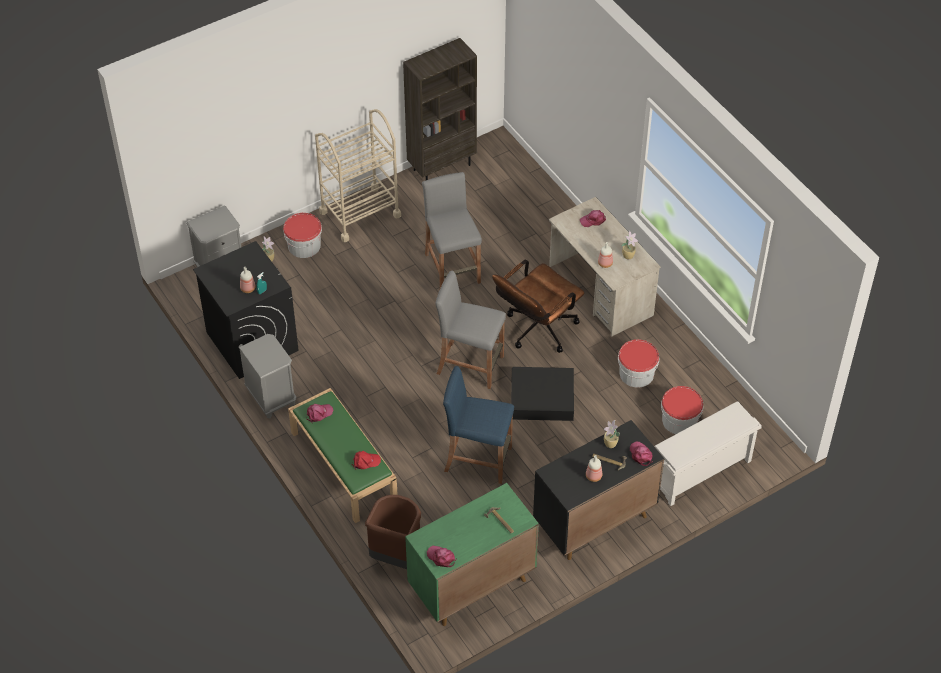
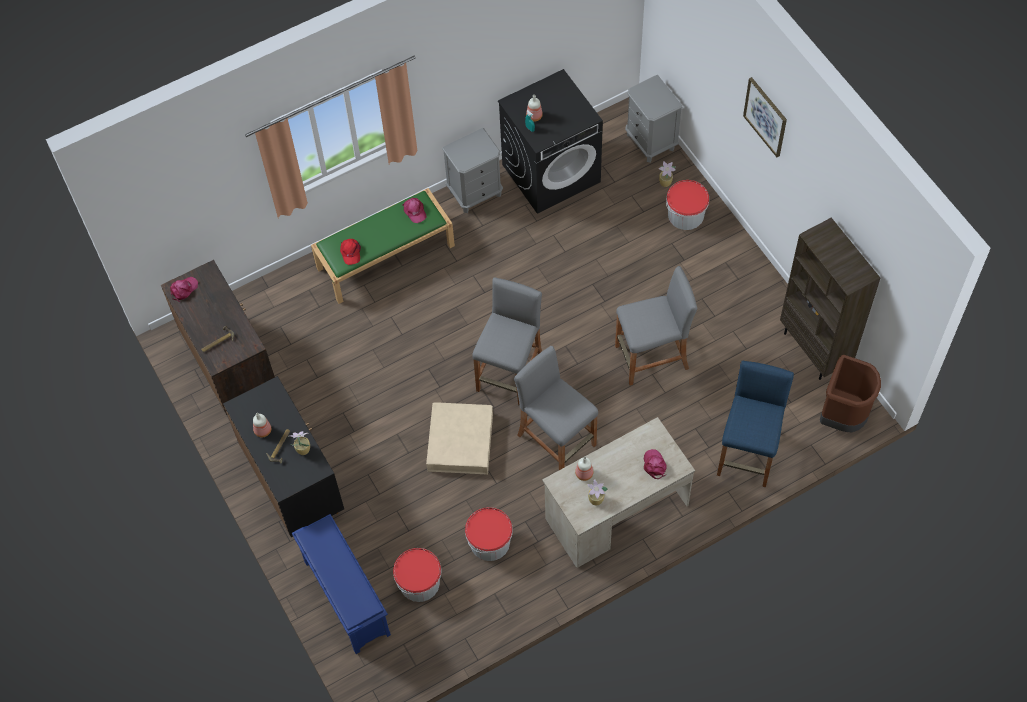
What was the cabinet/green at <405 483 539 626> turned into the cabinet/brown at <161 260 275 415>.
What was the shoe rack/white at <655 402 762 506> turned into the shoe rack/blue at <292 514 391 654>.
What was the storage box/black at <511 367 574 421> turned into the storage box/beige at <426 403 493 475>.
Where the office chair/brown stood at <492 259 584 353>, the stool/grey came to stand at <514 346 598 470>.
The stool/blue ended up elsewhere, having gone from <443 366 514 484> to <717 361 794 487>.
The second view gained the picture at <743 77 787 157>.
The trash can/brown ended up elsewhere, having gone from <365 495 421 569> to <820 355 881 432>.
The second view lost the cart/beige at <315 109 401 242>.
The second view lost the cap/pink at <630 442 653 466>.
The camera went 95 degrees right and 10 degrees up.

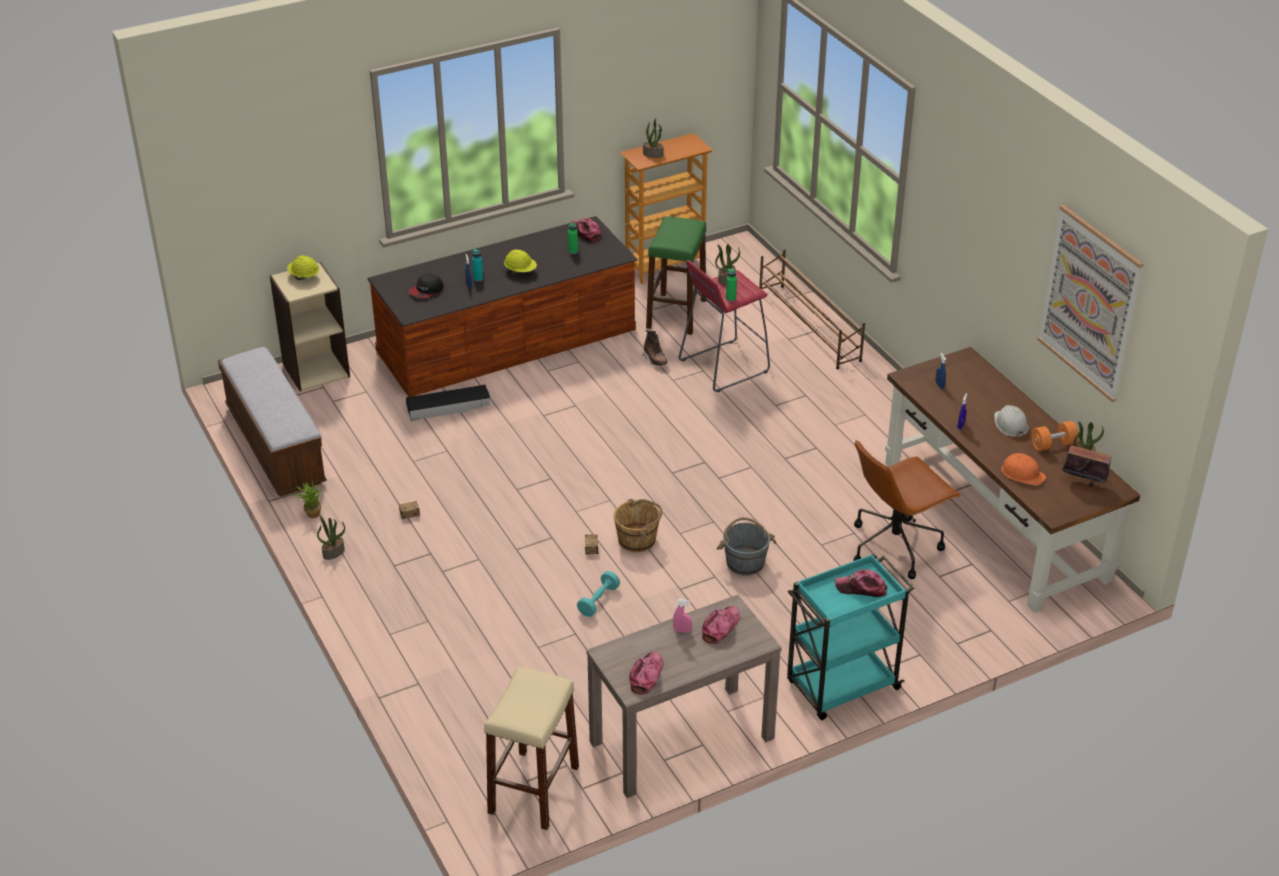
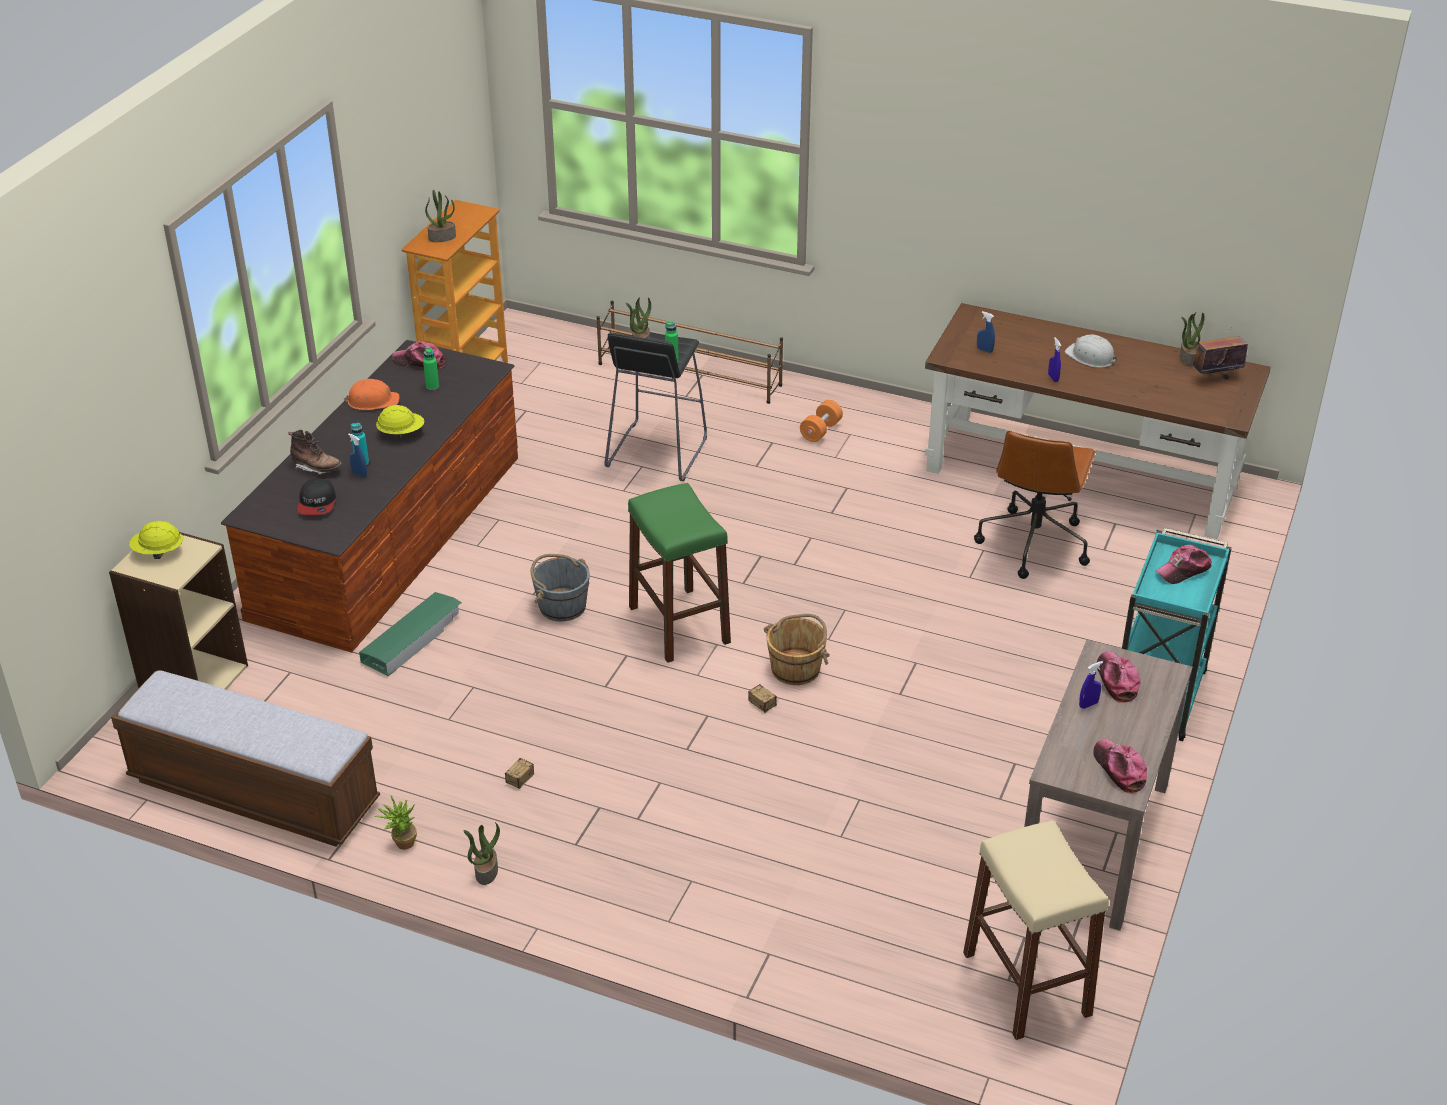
The boot/brown ended up elsewhere, having gone from <642 330 668 366> to <288 430 342 474>.
The hard hat/orange ended up elsewhere, having gone from <1000 453 1046 486> to <344 379 400 410>.
What was the storage box/black at <406 385 490 421> turned into the storage box/green at <359 592 462 676>.
The bucket/grey ended up elsewhere, having gone from <717 517 777 575> to <531 554 590 621>.
What was the stool/red at <679 260 770 392> turned into the stool/black at <604 332 707 481>.
The stool/green ended up elsewhere, having gone from <646 216 707 335> to <628 483 731 663>.
The dumbbell/orange ended up elsewhere, having gone from <1031 421 1079 451> to <800 400 843 442>.
What was the spray bottle/pink at <673 599 692 633> turned into the spray bottle/blue at <1079 661 1103 709>.
The second view lost the dumbbell/turquoise at <577 571 620 617>.
The second view lost the picture at <1038 205 1143 402>.
The camera went 40 degrees left and 0 degrees up.

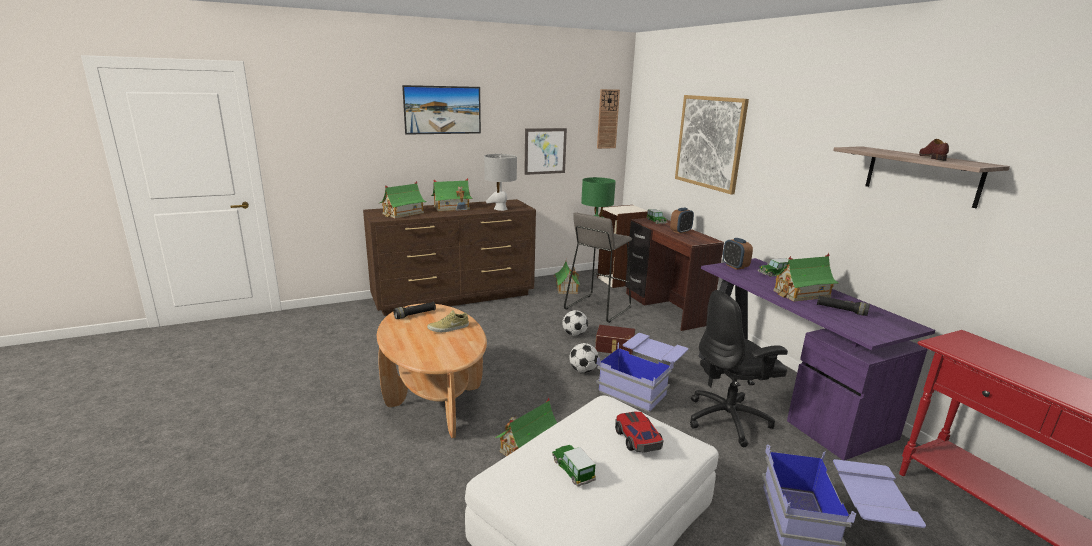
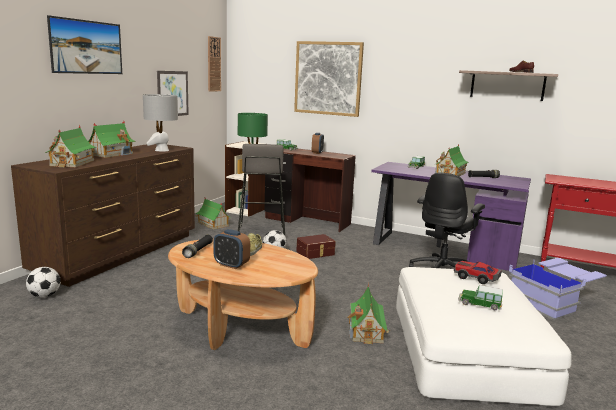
The football ended up elsewhere, having gone from <569 343 599 373> to <26 267 61 298>.
The alarm clock ended up elsewhere, having gone from <723 238 753 270> to <213 229 250 269>.
The second view lost the storage box/blue at <596 333 688 412>.
The camera went 40 degrees left and 5 degrees down.

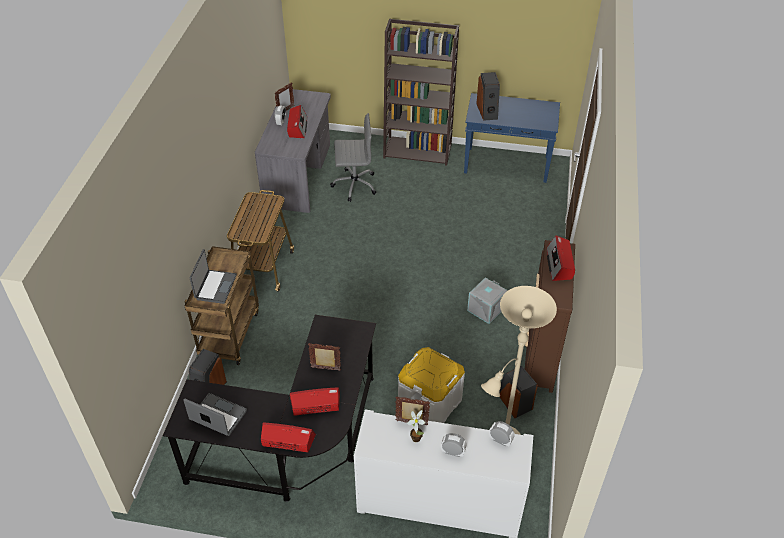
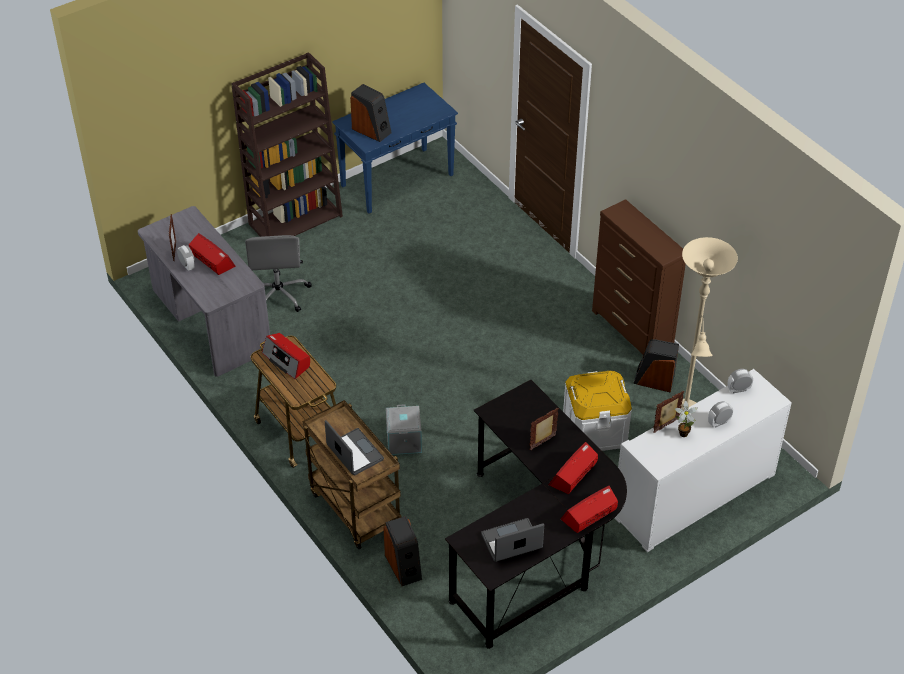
The office chair/grey at <330 113 376 202> ended up facing another way, 135 degrees clockwise from before.
The radio ended up elsewhere, having gone from <547 236 575 281> to <262 333 310 379>.
The storage box/grey ended up elsewhere, having gone from <467 278 507 324> to <386 404 422 455>.
The camera went 45 degrees left and 0 degrees up.

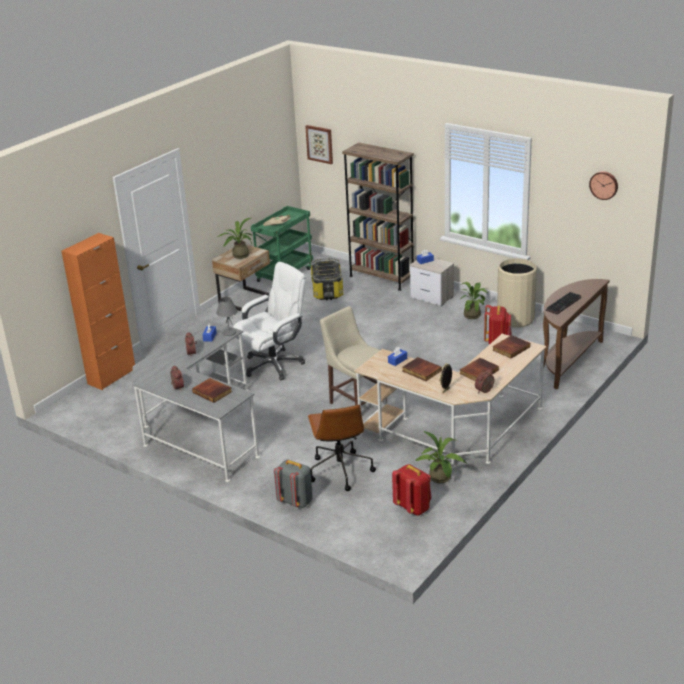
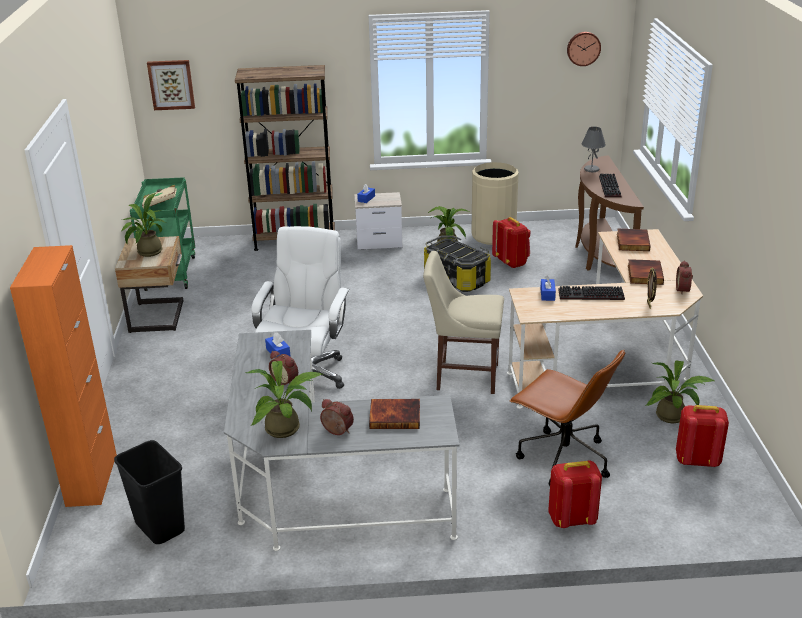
The second view gained the trash can/black at <114 440 185 544>.
The second view gained the potted plant at <246 361 322 438>.
The storage box ended up elsewhere, having gone from <311 258 343 300> to <424 236 491 292>.
What was the backpack/grey at <274 460 313 508> turned into the backpack/red at <548 460 602 528>.
Where the book stood at <402 357 442 381>, the keyboard came to stand at <559 286 625 300>.
The table lamp/grey ended up elsewhere, having gone from <216 297 238 336> to <581 127 606 172>.
The camera went 40 degrees left and 0 degrees up.

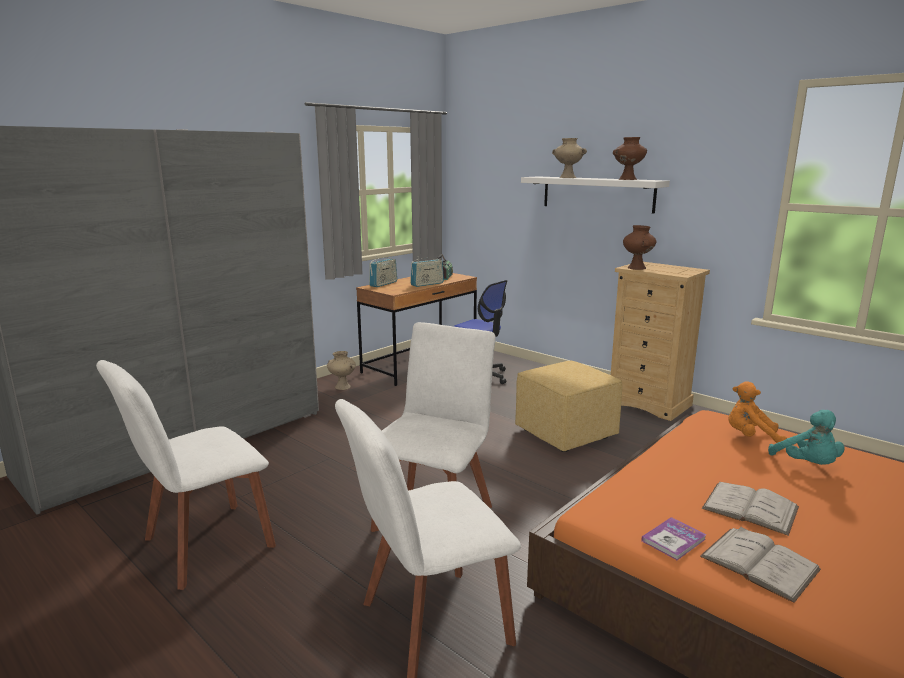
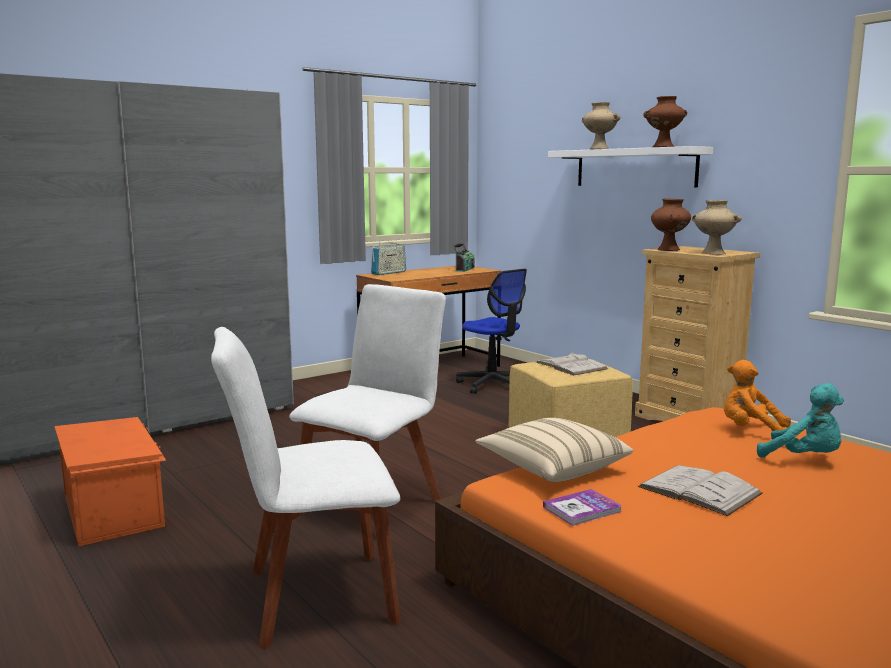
Where the chair/white stood at <96 360 276 590>, the storage box/orange came to stand at <54 417 166 546>.
The second view gained the pillow/beige at <475 418 633 482>.
The book/white ended up elsewhere, having gone from <700 527 821 603> to <535 352 608 375>.
The vase/beige ended up elsewhere, having gone from <327 351 356 390> to <692 200 742 255>.
The plush toy/turquoise at <768 410 845 465> ended up facing another way, 45 degrees counterclockwise from before.
The second view lost the radio at <410 256 444 287>.
The camera went 10 degrees right and 5 degrees down.

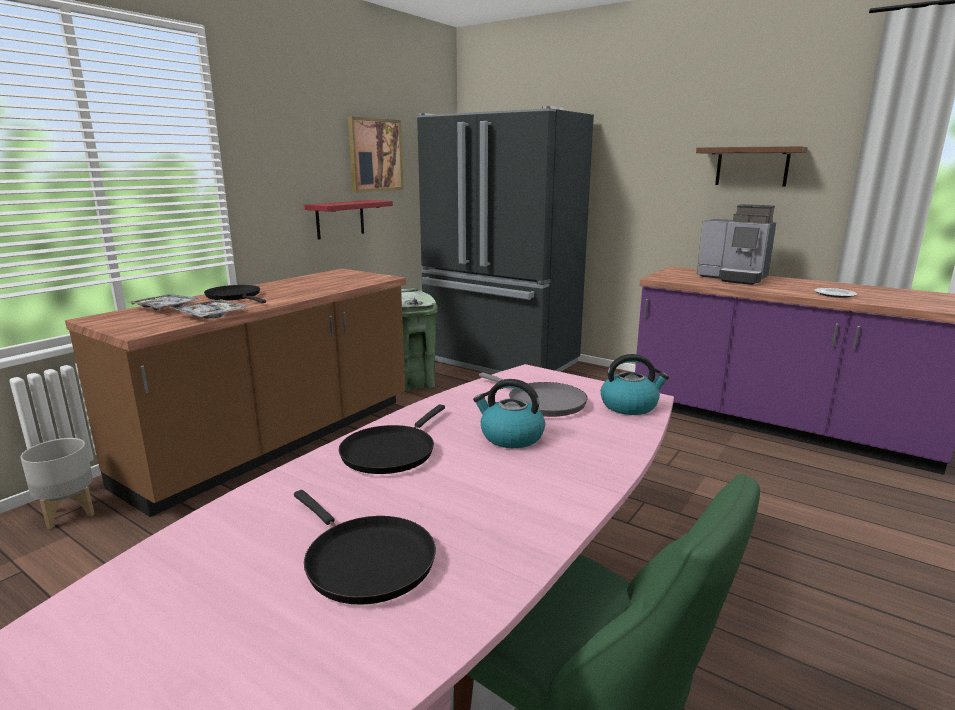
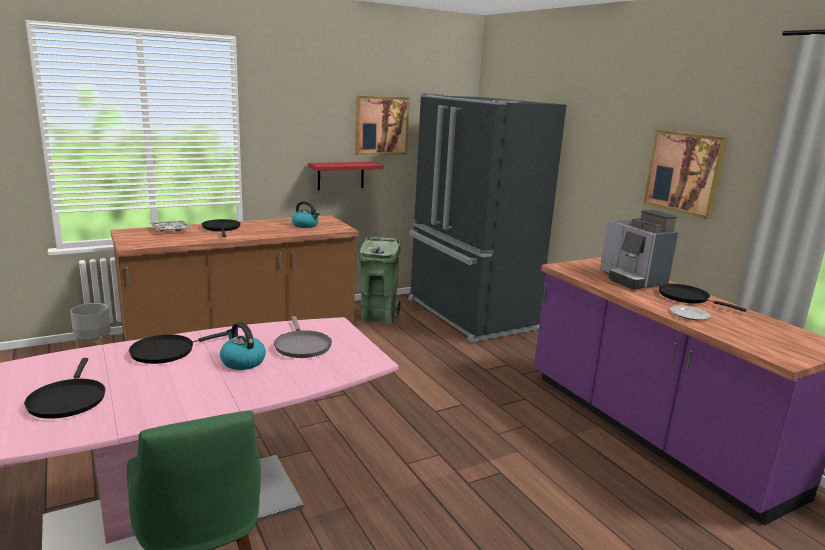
The kettle ended up elsewhere, having gone from <601 354 669 415> to <292 201 320 228>.
Where the shelf/brown hung at <696 146 808 187>, the picture came to hang at <643 129 728 220>.
The second view gained the frying pan/black at <659 284 747 312>.
The second view lost the tray at <172 299 249 319>.
The camera went 25 degrees right and 0 degrees up.

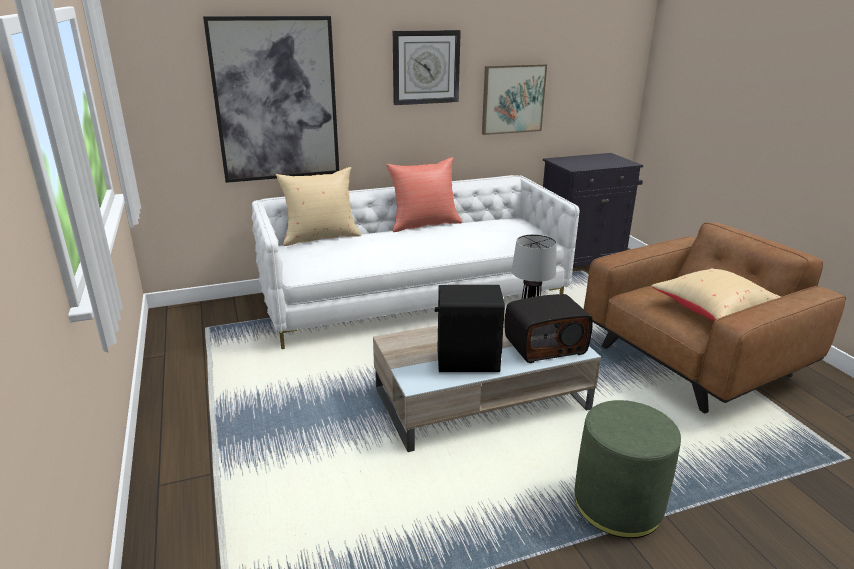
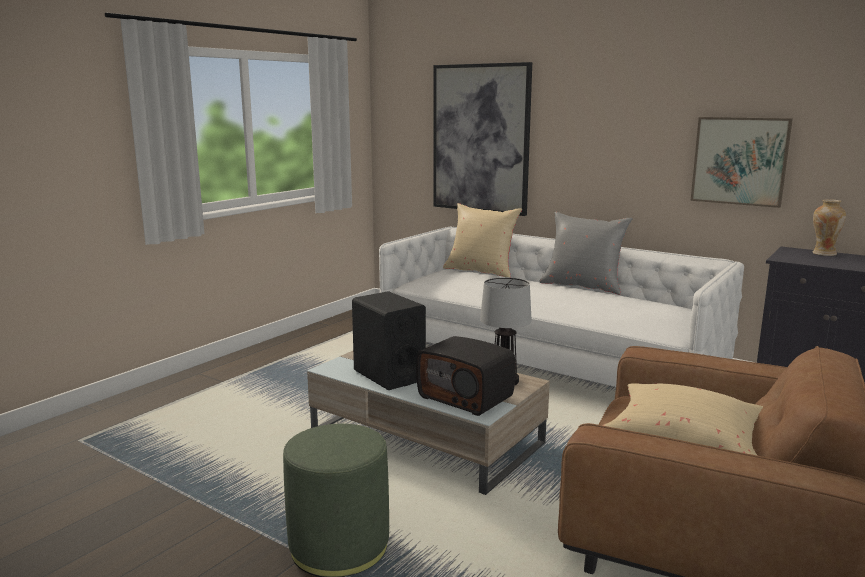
What was the pillow/red at <386 157 462 232> turned into the pillow/grey at <539 212 633 295>.
The second view gained the vase at <813 199 846 256>.
The second view lost the wall clock at <393 30 461 105>.
The camera went 55 degrees right and 10 degrees down.

